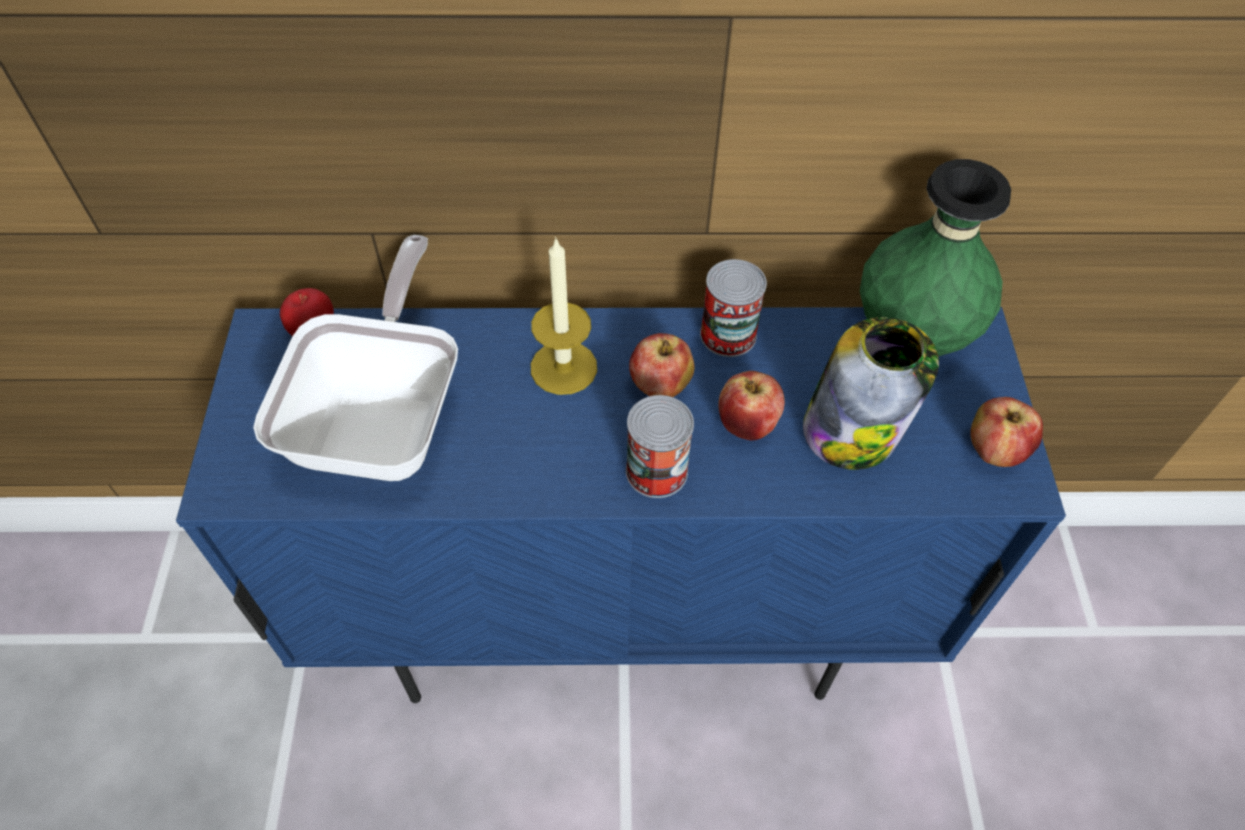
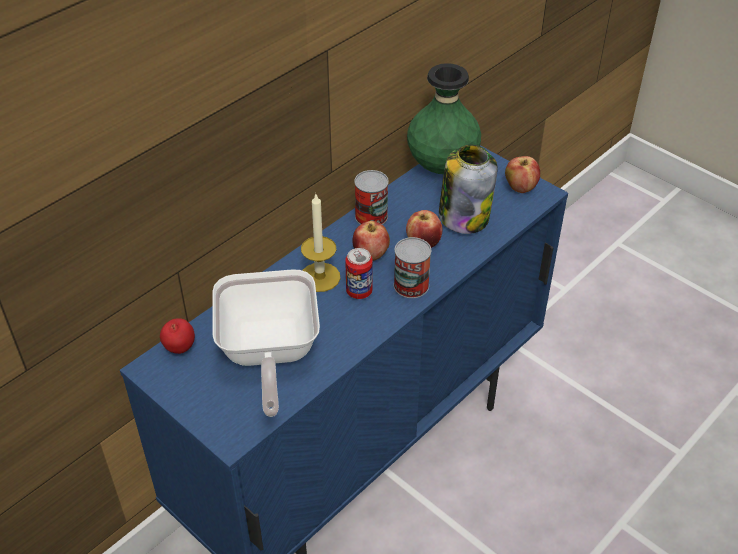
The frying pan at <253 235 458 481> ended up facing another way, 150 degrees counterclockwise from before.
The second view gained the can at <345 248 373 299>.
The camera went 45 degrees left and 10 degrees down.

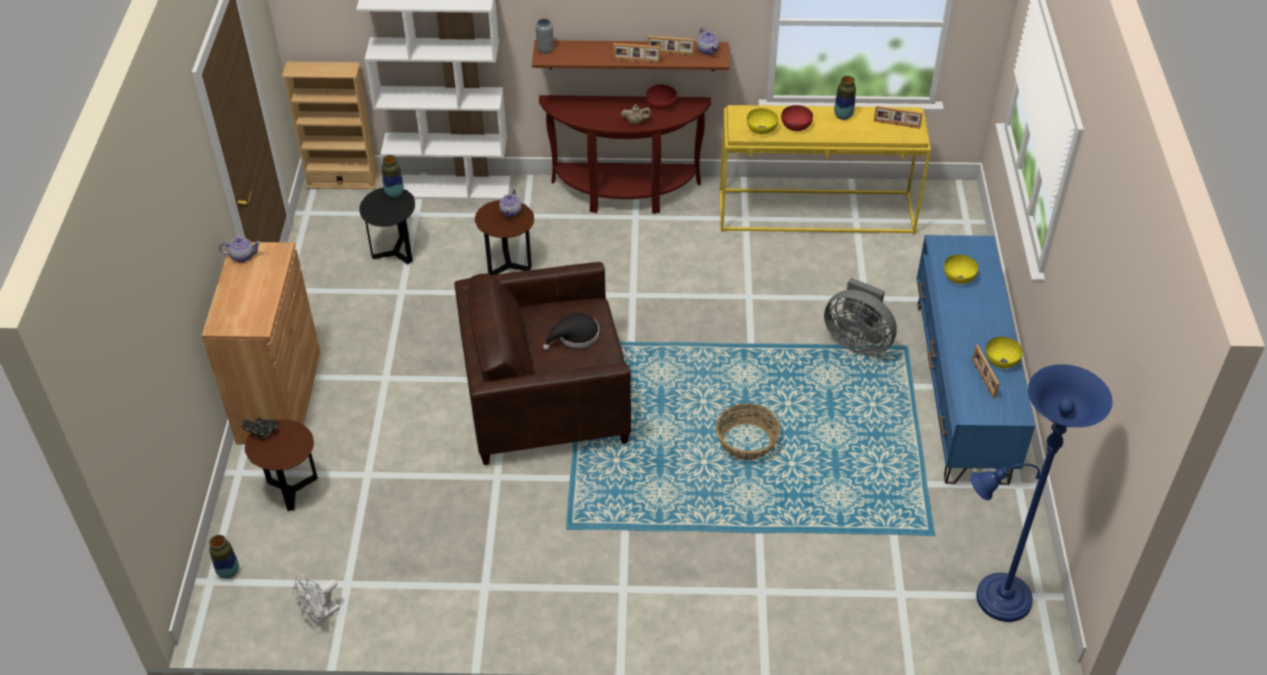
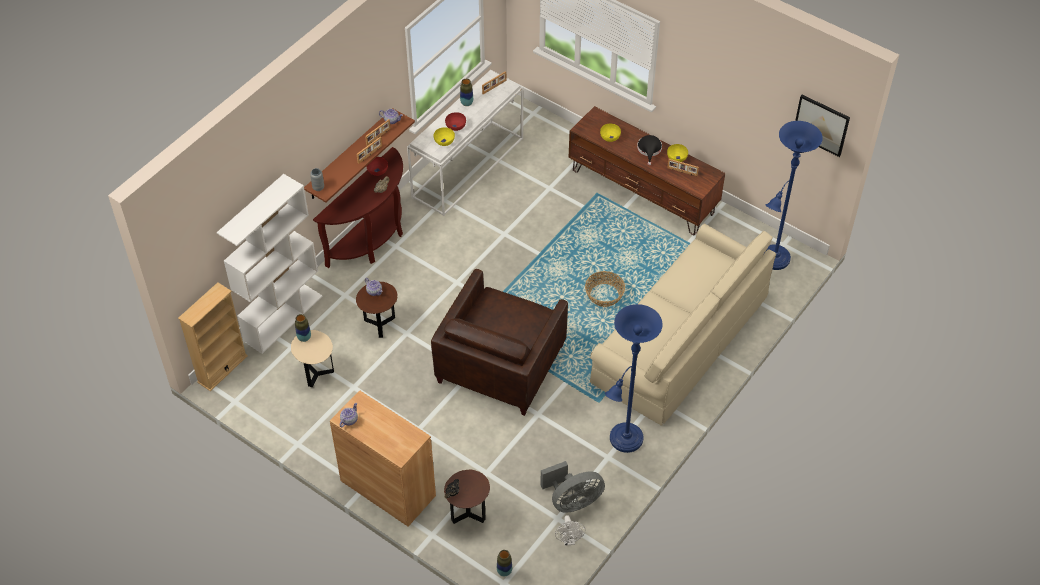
What was the side table/black at <359 187 415 264> turned into the side table/beige at <291 330 334 387>.
What was the console table/yellow at <720 105 931 234> turned into the console table/white at <407 70 523 216>.
The fan/grey ended up elsewhere, having gone from <824 278 897 355> to <540 461 605 513>.
What was the tv stand/blue at <917 235 1035 485> turned into the tv stand/brown at <569 106 725 235>.
The second view gained the sofa/beige at <590 223 776 426>.
The second view gained the floor lamp/blue at <605 304 663 453>.
The hat/black ended up elsewhere, having gone from <543 313 599 350> to <637 135 662 165>.
The second view gained the picture at <795 95 850 157>.
The camera went 55 degrees left and 5 degrees up.

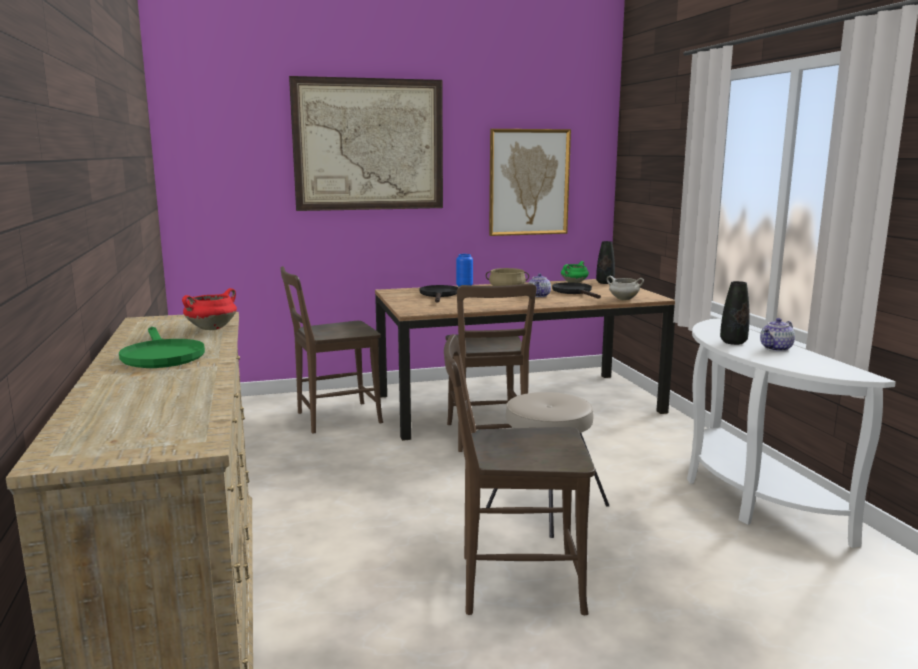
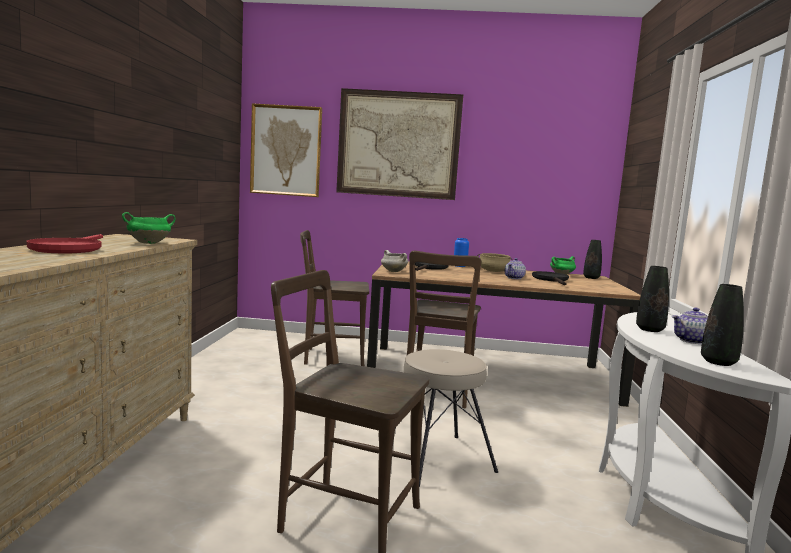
What was the frying pan/green at <119 327 205 368> turned into the frying pan/red at <27 234 103 253>.
What was the cooking pot/red at <182 288 237 330> turned into the cooking pot/green at <122 212 175 244>.
The picture ended up elsewhere, having gone from <489 129 571 236> to <250 103 322 197>.
The cooking pot/white ended up elsewhere, having gone from <607 276 644 300> to <381 250 408 272>.
The second view gained the vase/black at <701 284 744 366>.
The camera went 20 degrees right and 5 degrees down.

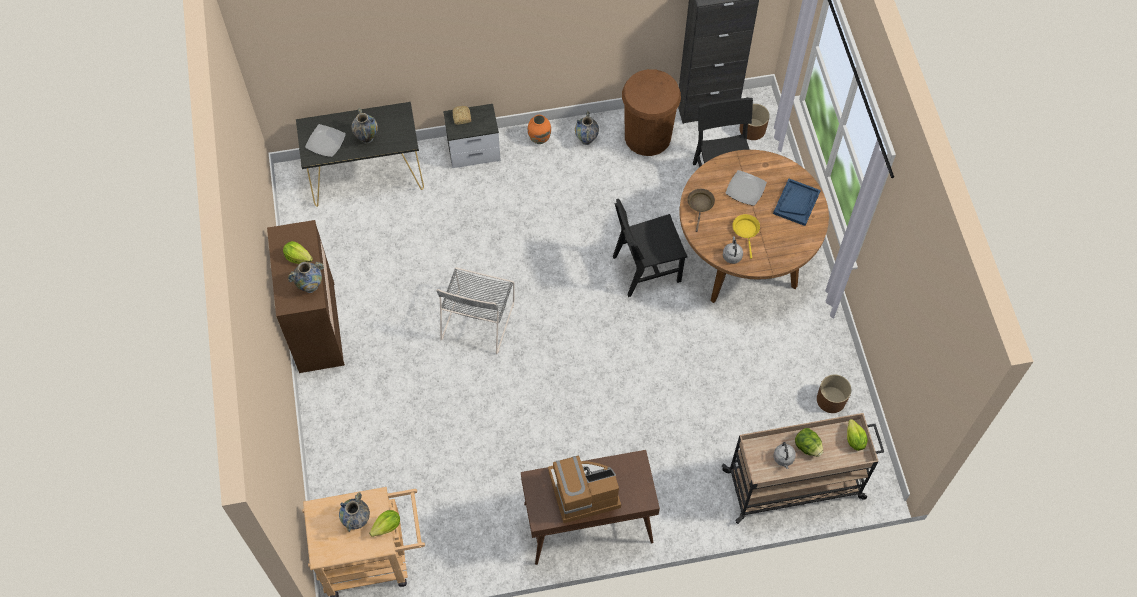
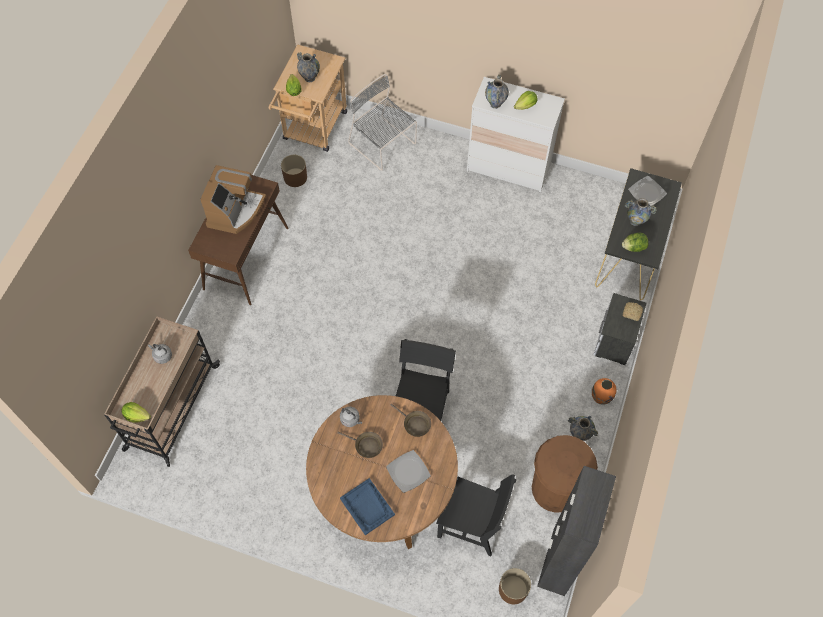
The planter/brown ended up elsewhere, having gone from <817 374 851 413> to <281 155 307 187>.
What was the frying pan/yellow at <732 214 760 259> turned into the frying pan/brown at <337 431 383 458>.
The chair/grey ended up elsewhere, having gone from <436 267 514 354> to <348 74 417 171>.
What was the dresser/brown at <267 220 345 373> turned into the dresser/white at <467 77 565 192>.
The lettuce ended up elsewhere, having gone from <795 428 823 457> to <622 233 648 252>.
The camera went 120 degrees right and 0 degrees up.

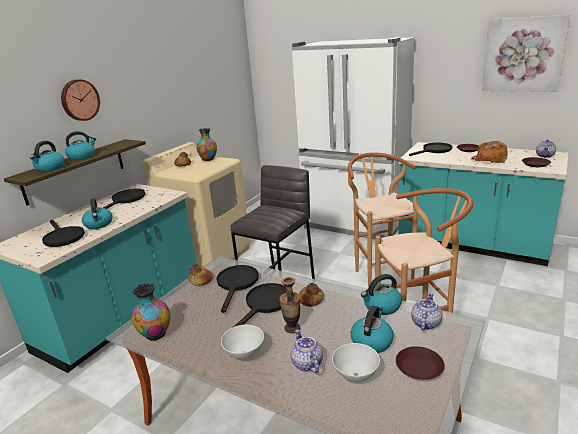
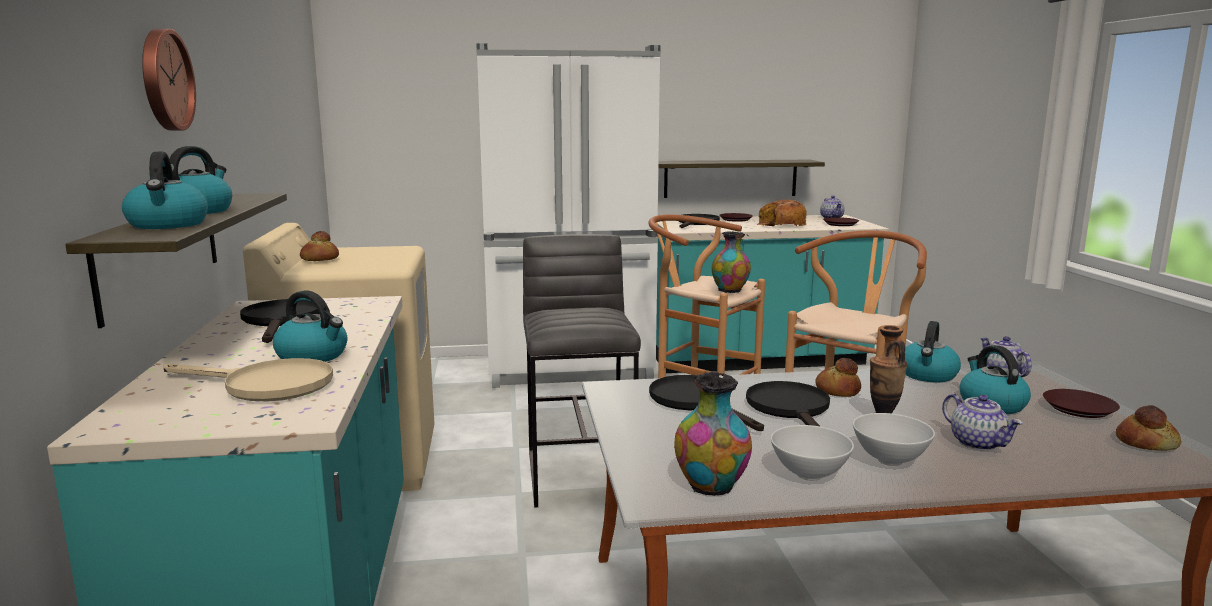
What was the frying pan/black at <42 220 85 247> turned into the frying pan/beige at <163 358 333 401>.
The second view gained the shelf at <659 160 825 198>.
The vase ended up elsewhere, having gone from <197 128 217 161> to <712 232 751 293>.
The bowl/white ended up elsewhere, having gone from <332 343 380 382> to <771 425 854 481>.
The teapot at <291 330 323 373> ended up facing another way, 150 degrees counterclockwise from before.
The bread ended up elsewhere, having gone from <189 264 213 286> to <1116 405 1181 451>.
The second view lost the picture at <482 15 570 92>.
The camera went 40 degrees left and 10 degrees down.

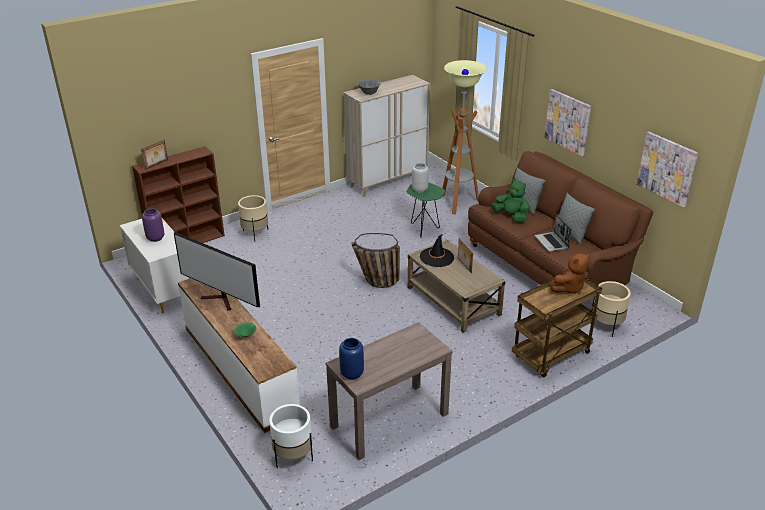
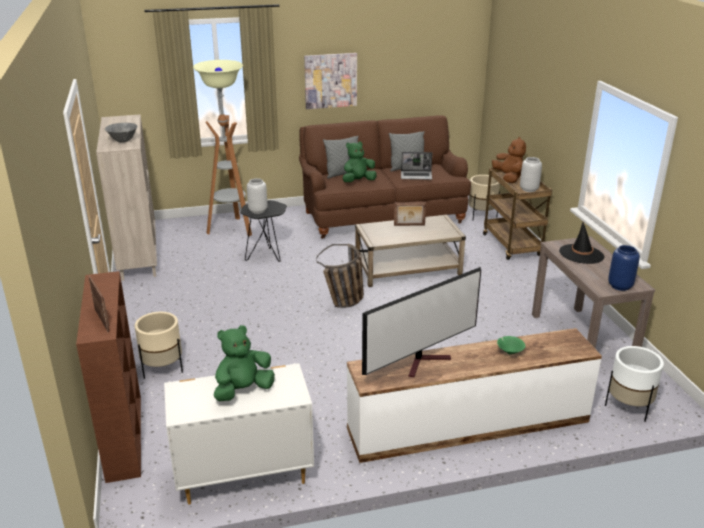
Where the vase/purple stood at <142 208 164 242>, the plush toy/green came to stand at <214 325 275 401>.
What was the side table/green at <406 182 445 237> turned into the side table/black at <240 200 287 262>.
The second view gained the vase/grey at <520 157 542 192>.
The hat/black ended up elsewhere, having gone from <420 234 454 267> to <559 222 604 264>.
The second view lost the picture at <637 132 698 207>.
The camera went 70 degrees left and 5 degrees down.

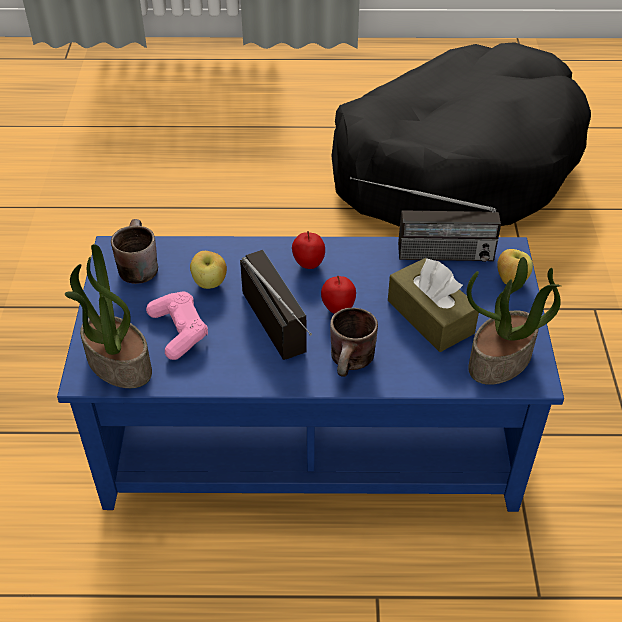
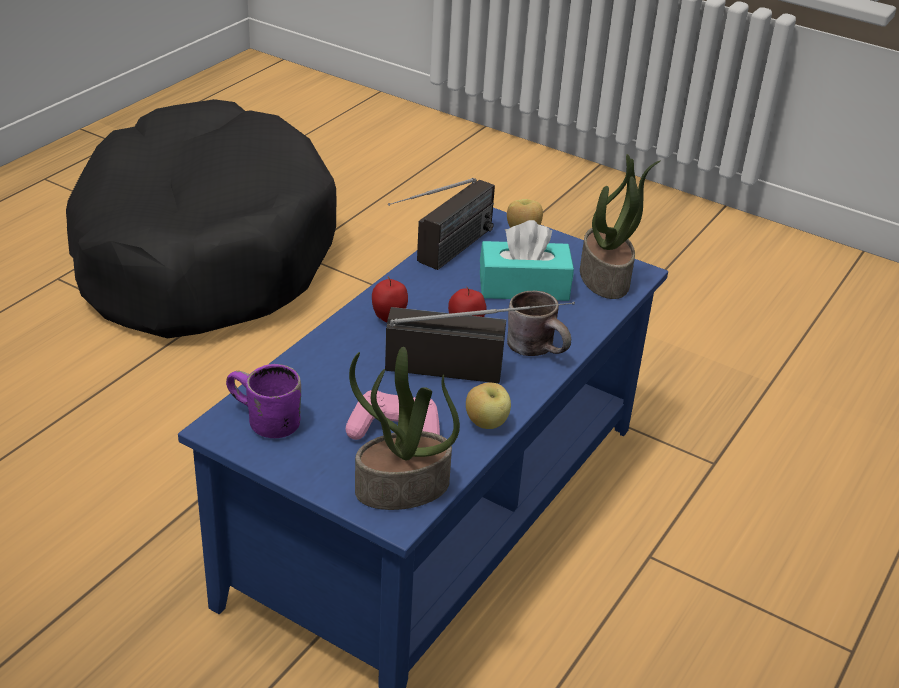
What was the mug/brown at <111 219 158 284> turned into the mug/purple at <226 364 301 438>.
The apple ended up elsewhere, having gone from <190 251 227 289> to <466 382 511 429>.
What was the tissue box/brown at <388 258 479 352> turned into the tissue box/turquoise at <480 220 574 301>.
The camera went 60 degrees left and 10 degrees down.

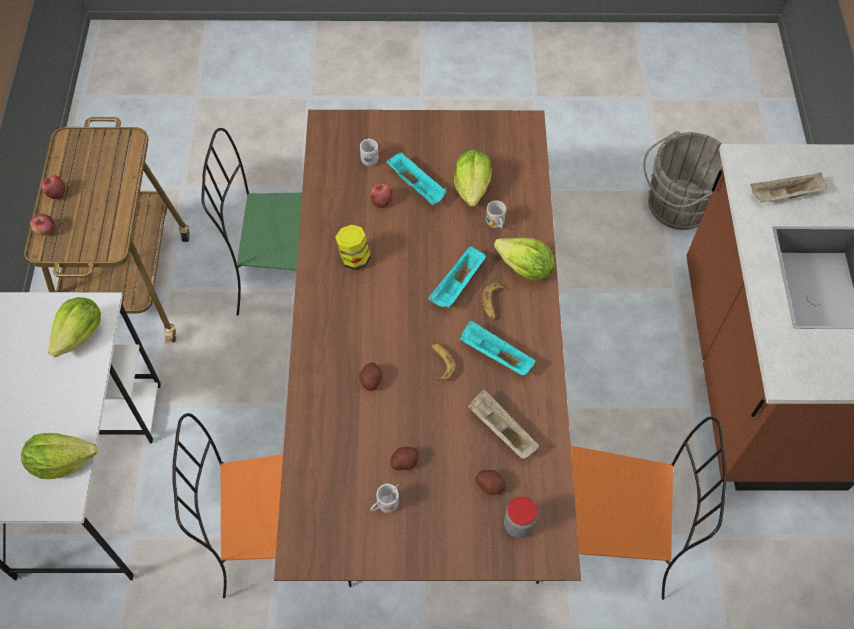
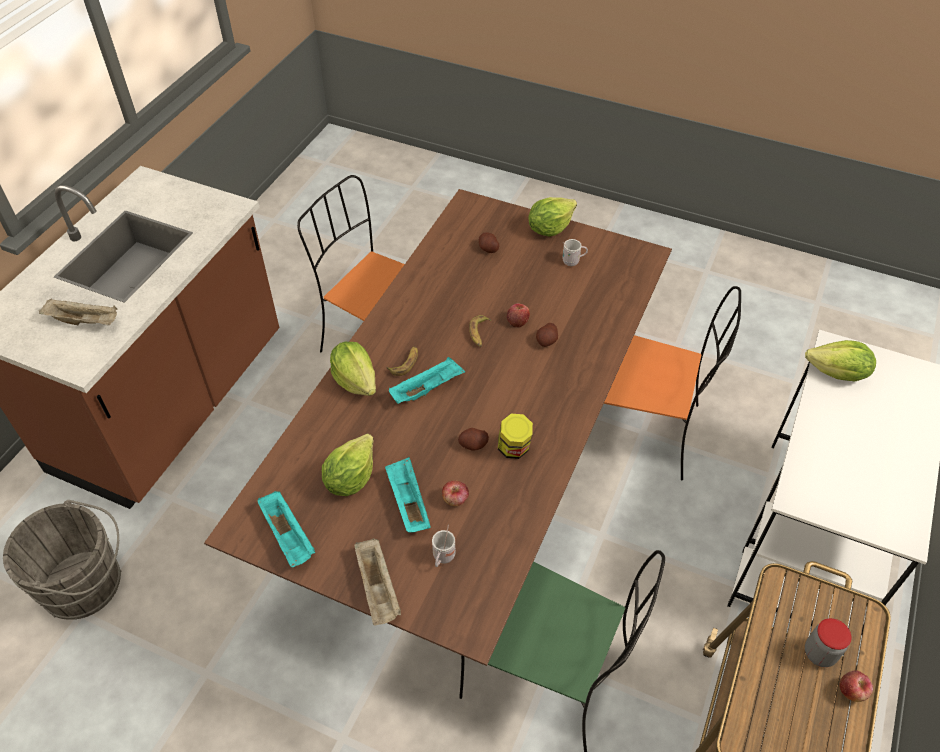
The tray/turquoise ended up elsewhere, having gone from <460 321 536 375> to <258 491 315 568>.
The tray/beige ended up elsewhere, having gone from <468 389 539 459> to <354 538 401 625>.
The potato ended up elsewhere, having gone from <390 447 419 470> to <458 428 489 450>.
The apple ended up elsewhere, having gone from <30 214 55 235> to <507 303 530 328>.
The lettuce ended up elsewhere, having gone from <48 297 101 357> to <528 197 577 237>.
The jar ended up elsewhere, having gone from <504 497 537 538> to <805 618 852 667>.
The second view lost the mug at <486 200 506 228>.
The camera went 155 degrees left and 10 degrees down.

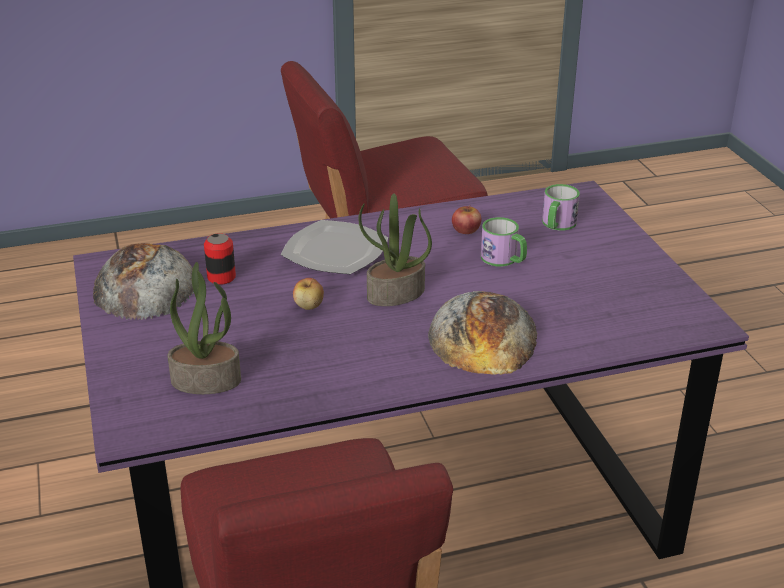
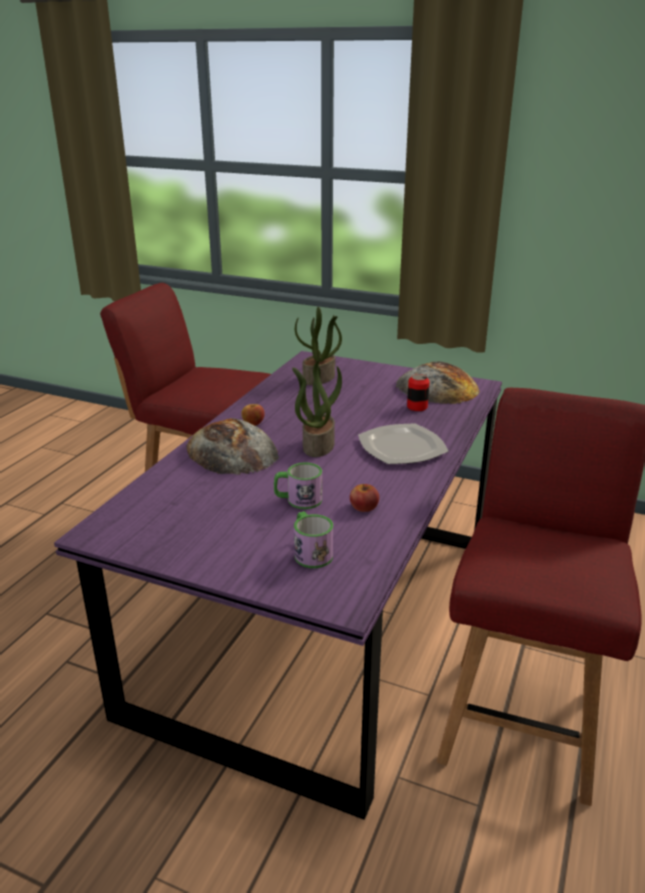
The apple ended up elsewhere, having gone from <293 278 324 310> to <241 404 265 426>.
The camera went 130 degrees right and 5 degrees down.

